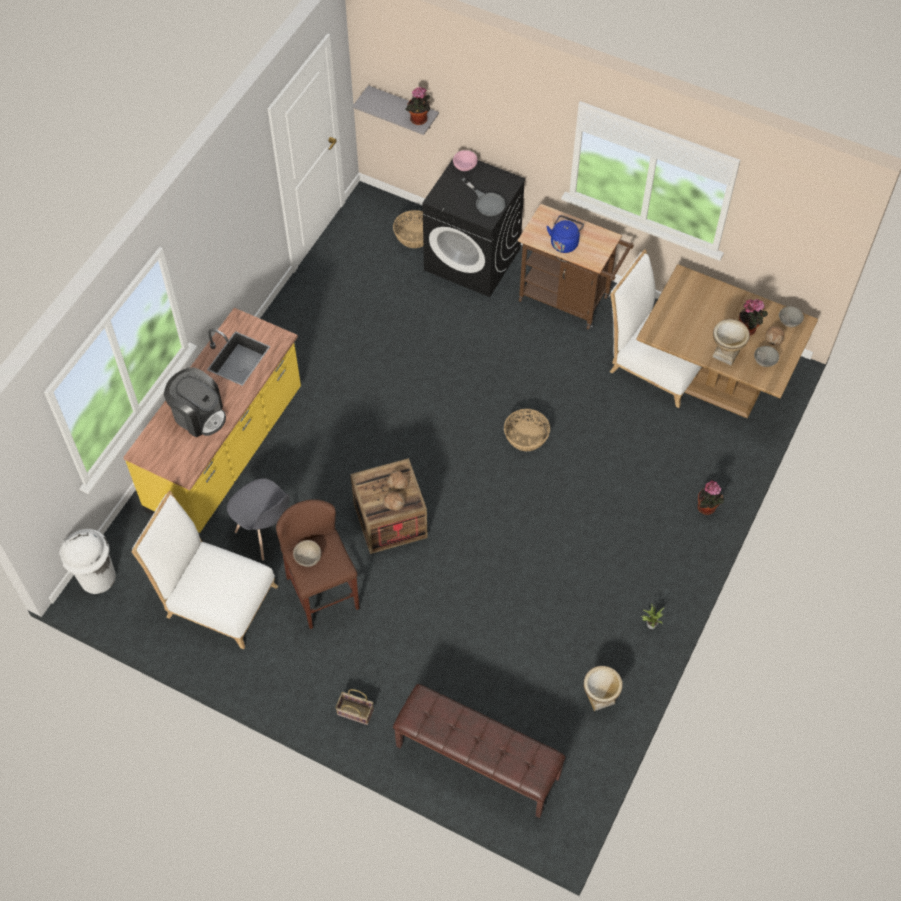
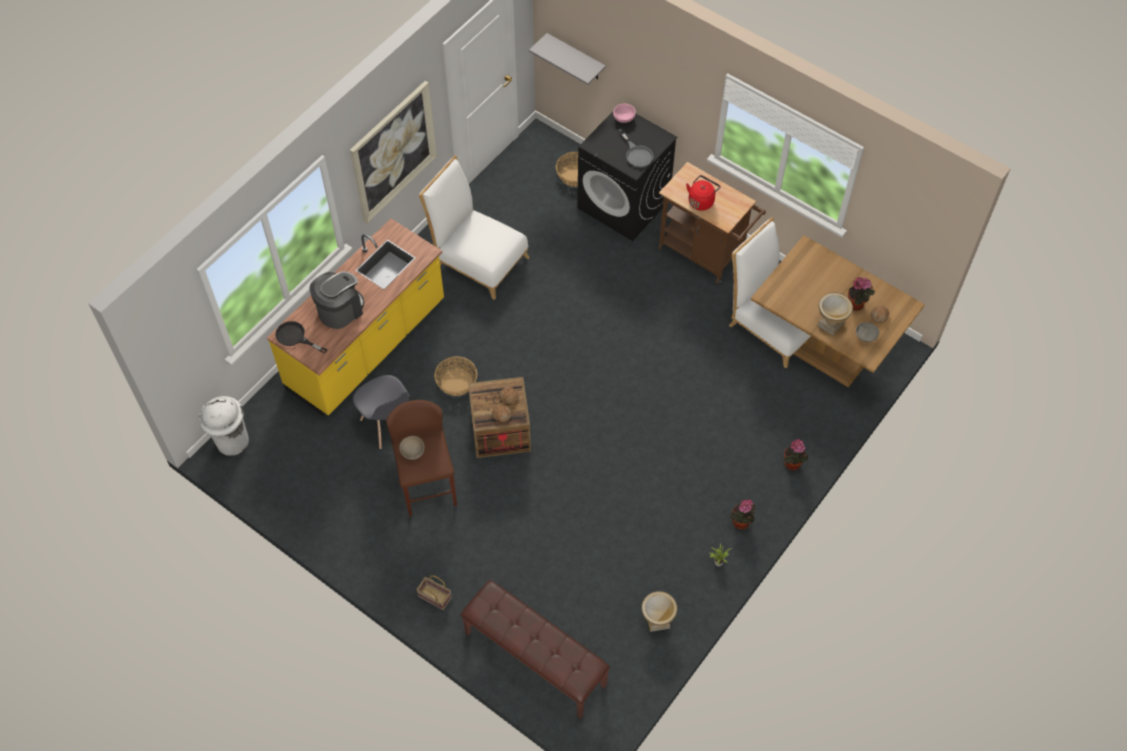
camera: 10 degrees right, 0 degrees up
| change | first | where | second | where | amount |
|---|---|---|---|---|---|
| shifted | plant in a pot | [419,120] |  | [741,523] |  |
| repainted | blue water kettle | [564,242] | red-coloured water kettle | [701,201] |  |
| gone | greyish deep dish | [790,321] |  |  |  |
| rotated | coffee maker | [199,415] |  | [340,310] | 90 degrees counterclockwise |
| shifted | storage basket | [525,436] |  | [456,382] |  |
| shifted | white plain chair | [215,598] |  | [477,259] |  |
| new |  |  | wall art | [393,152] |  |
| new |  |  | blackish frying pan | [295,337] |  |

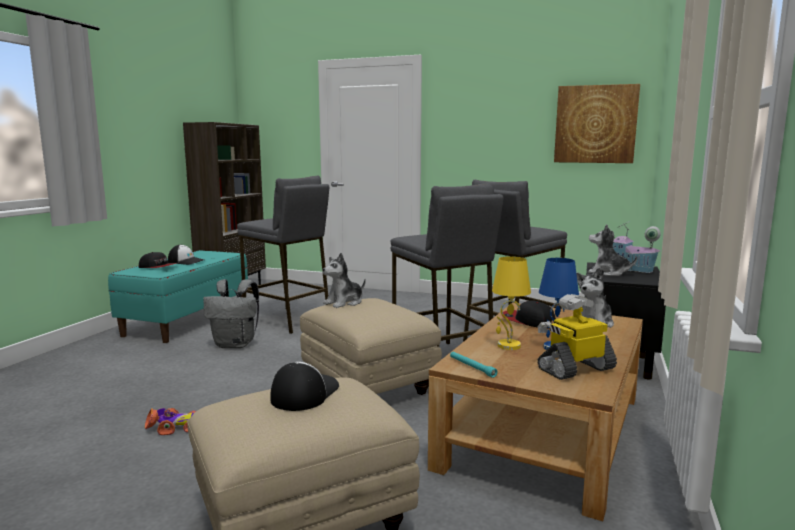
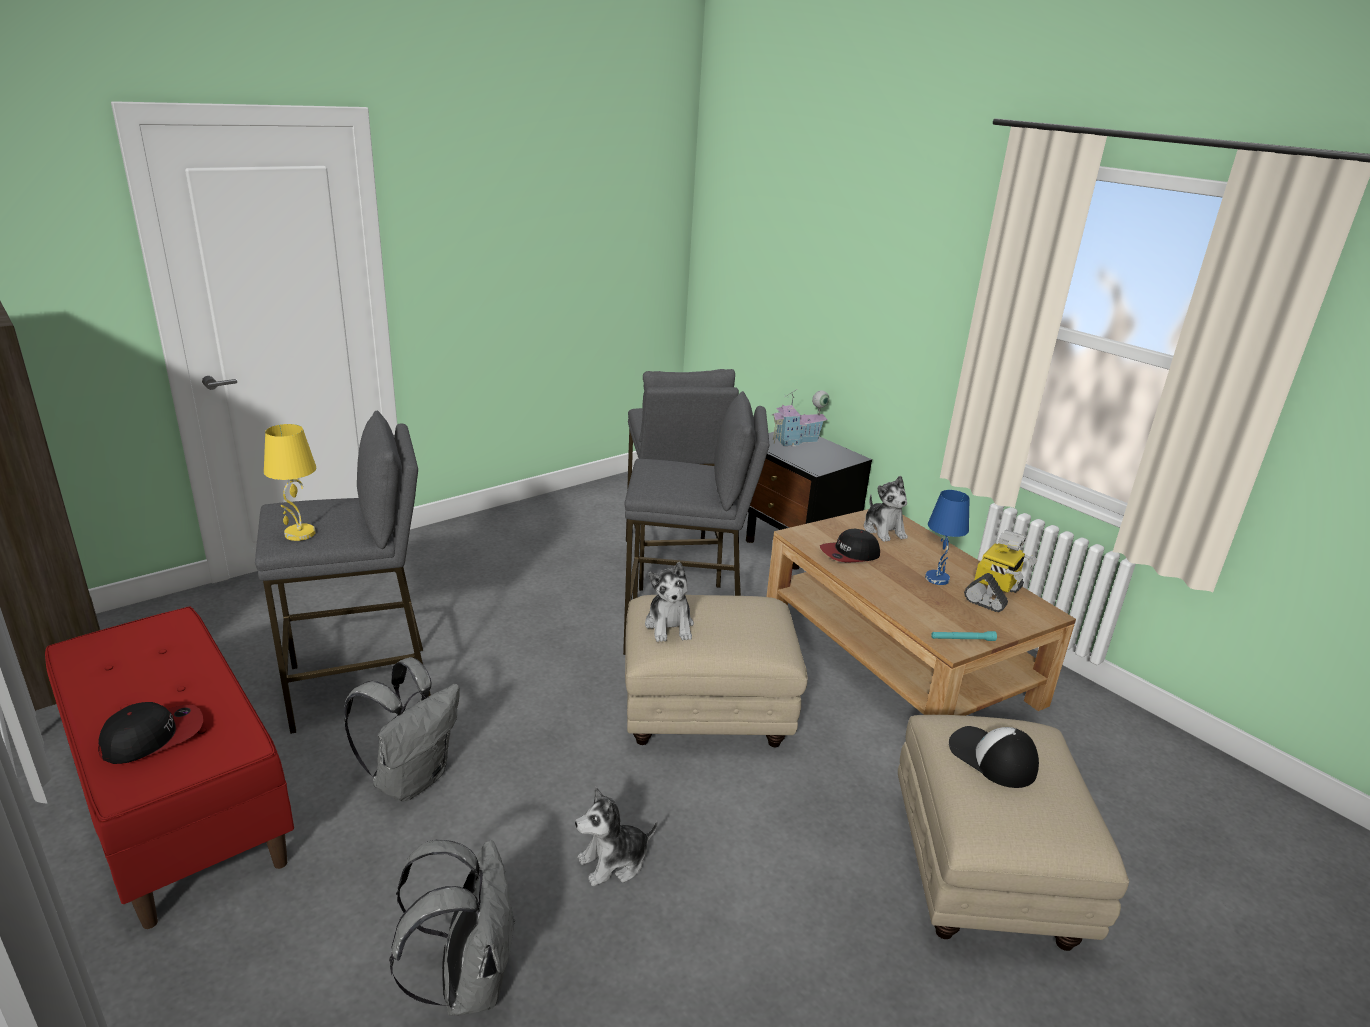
camera: 60 degrees left, 15 degrees up
| change | first | where | second | where | amount |
|---|---|---|---|---|---|
| gone | wall art | [595,124] |  |  |  |
| shifted | plush toy | [608,273] |  | [614,862] |  |
| gone | cap | [186,261] |  |  |  |
| repainted | blue-green long seat | [187,320] | red-coloured long seat | [179,804] |  |
| shifted | yellow tabletop lamp | [508,346] |  | [299,534] |  |
| rotated | toy robot | [575,369] |  | [994,595] | 150 degrees counterclockwise |
| gone | model car | [174,427] |  |  |  |
| new |  |  | greyish rucksack | [467,980] |  |

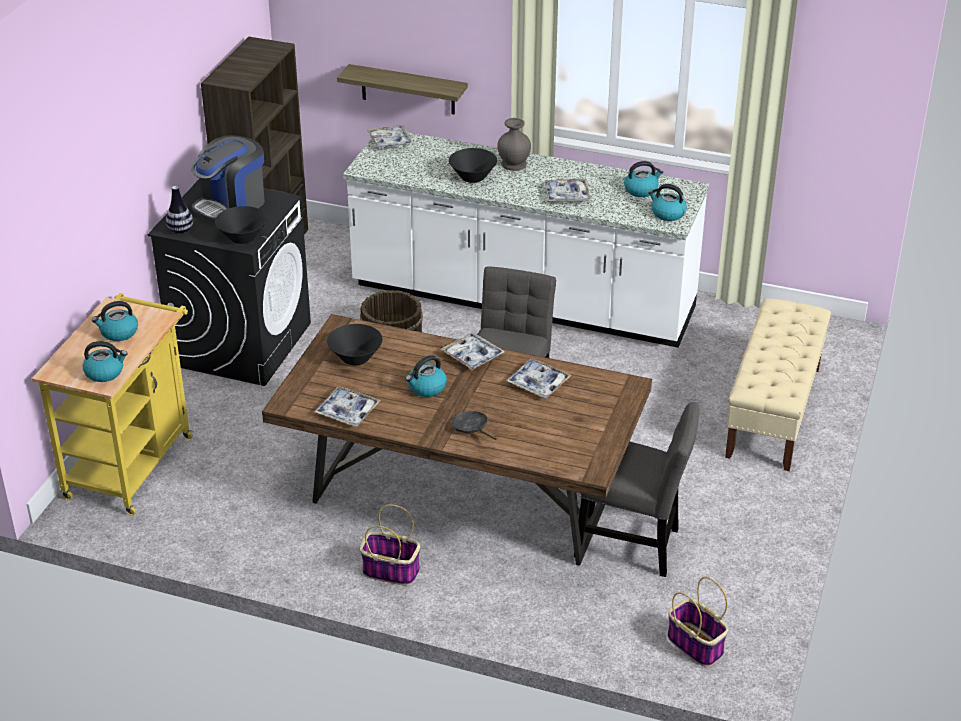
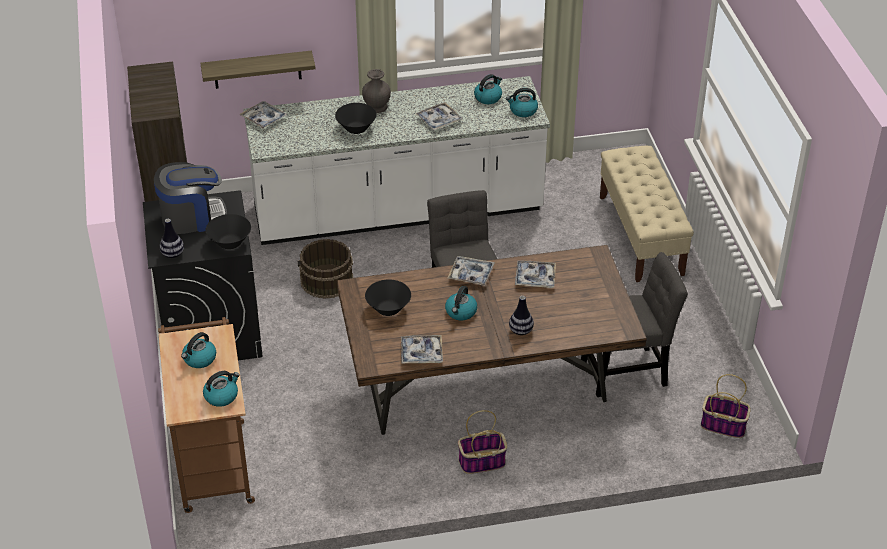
camera: 30 degrees left, 5 degrees up
| change | first | where | second | where | amount |
|---|---|---|---|---|---|
| rotated | coffee maker | [231,204] |  | [192,217] | 120 degrees counterclockwise |
| repainted | yellow wheeled cart | [133,461] | brown-coloured wheeled cart | [213,460] |  |
| swapped | blackish frying pan | [472,429] | decorative vase | [521,331] |  |

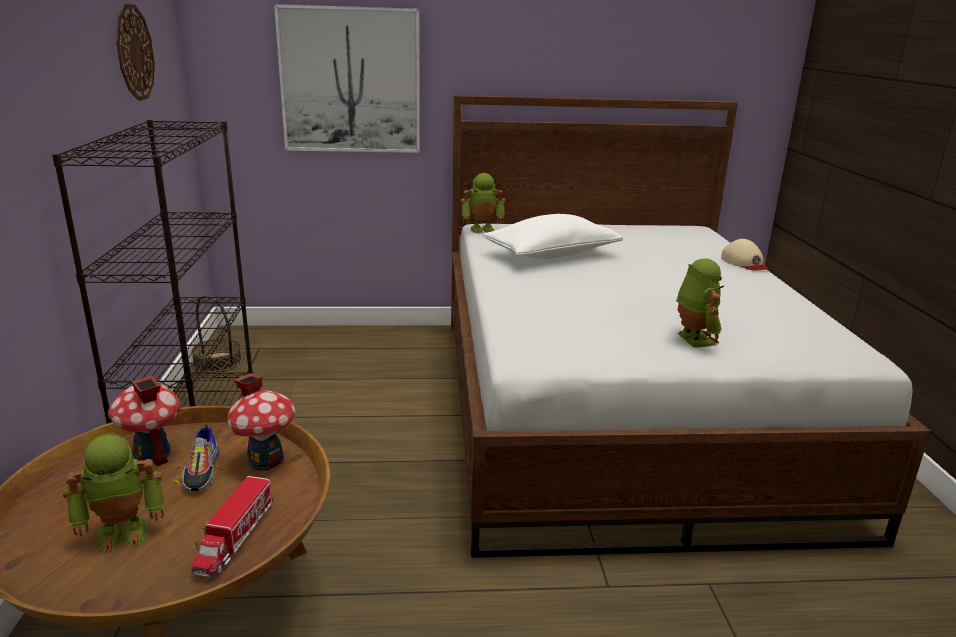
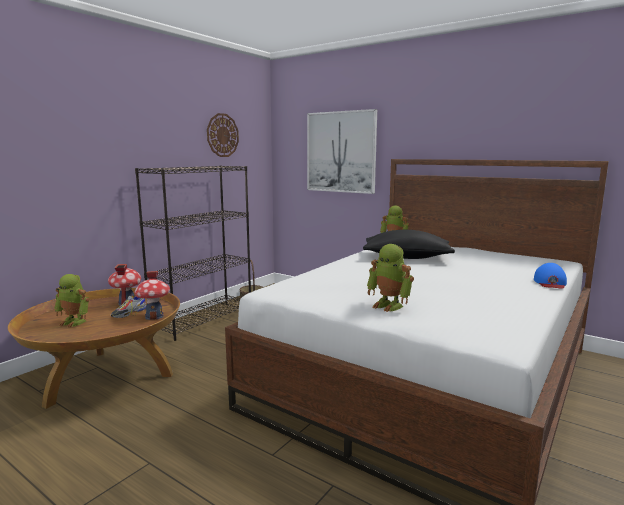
camera: 40 degrees right, 10 degrees down
| change | first | where | second | where | amount |
|---|---|---|---|---|---|
| repainted | white throw pillow | [551,255] | blackish throw pillow | [406,257] |  |
| repainted | beige-coloured cap | [744,262] | blue cap | [550,282] |  |
| rotated | toy robot | [692,339] |  | [389,305] | 105 degrees clockwise |
| gone | toy lorry | [234,537] |  |  |  |

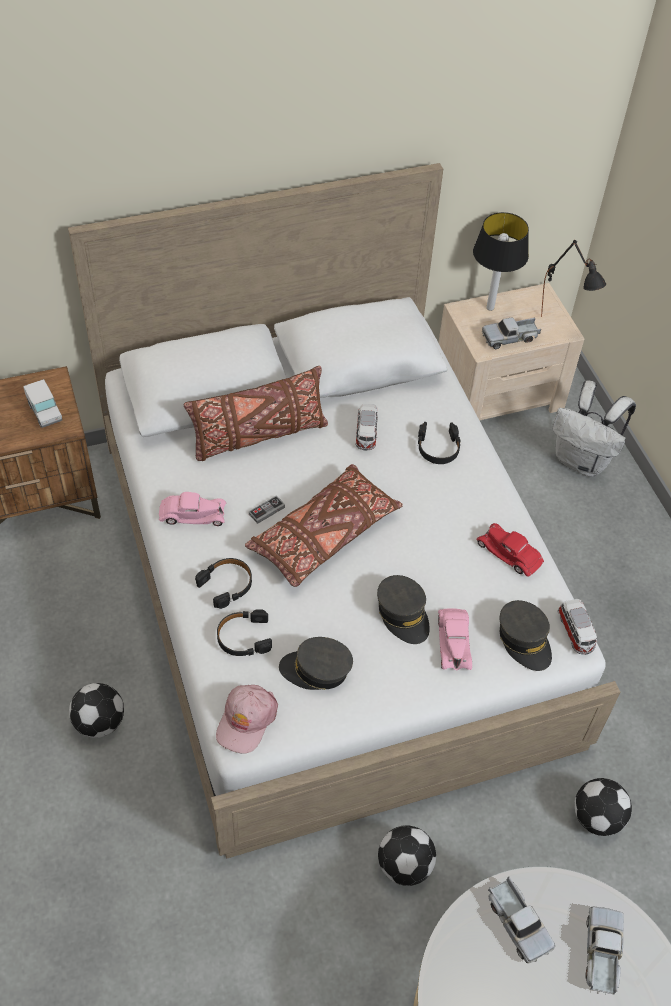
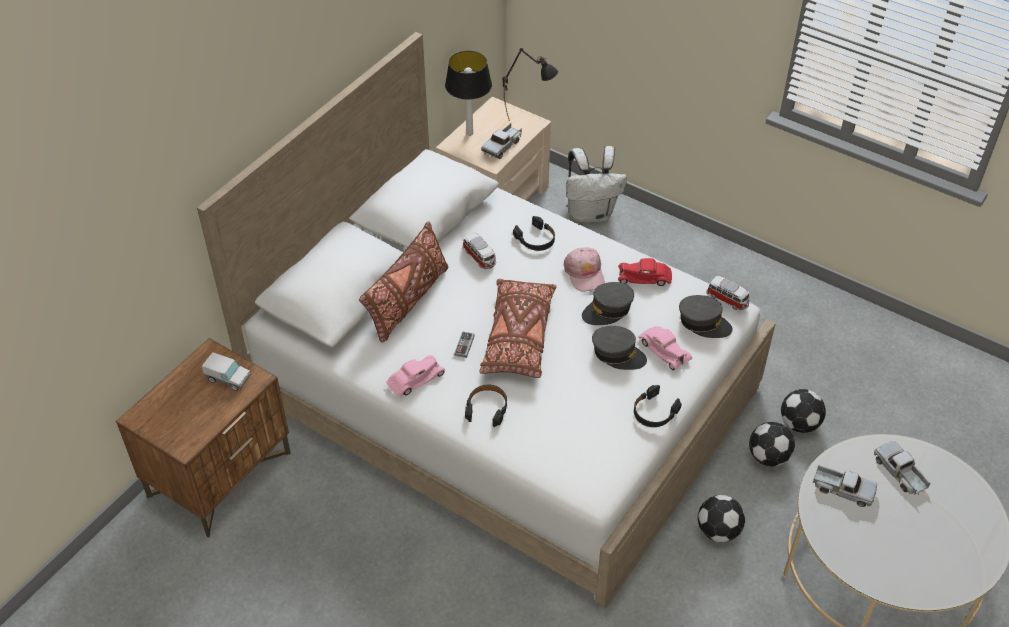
camera: 35 degrees left, 5 degrees down
| change | first | where | second | where | amount |
|---|---|---|---|---|---|
| shifted | blackish pair of headphones | [243,637] |  | [654,412] |  |
| shifted | greyish cap | [316,670] |  | [607,310] |  |
| shifted | ball for football | [100,721] |  | [768,456] |  |
| shifted | pink cap | [246,720] |  | [584,273] |  |

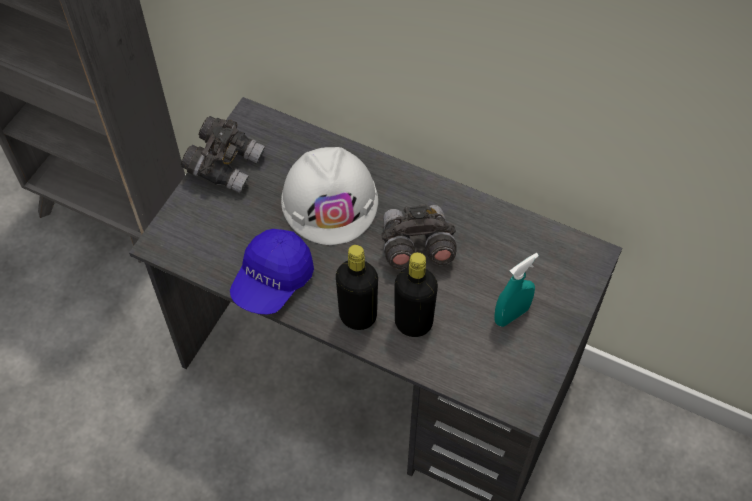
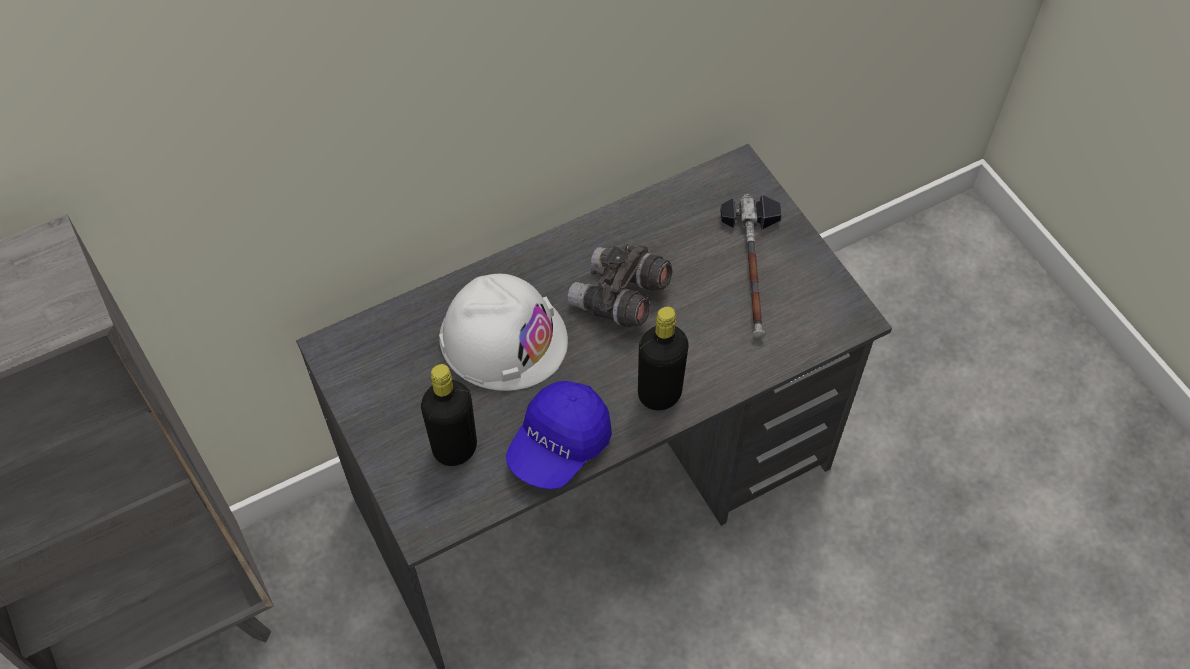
camera: 55 degrees left, 0 degrees up
| change | first | where | second | where | amount |
|---|---|---|---|---|---|
| gone | greyish pair of binoculars | [225,165] |  |  |  |
| rotated | blue cap | [272,281] |  | [559,445] | 60 degrees clockwise |
| shifted | blackish beverage bottle | [413,323] |  | [455,448] |  |
| swapped | blue-green hand sprayer | [511,315] | tool hammer | [754,269] |  |

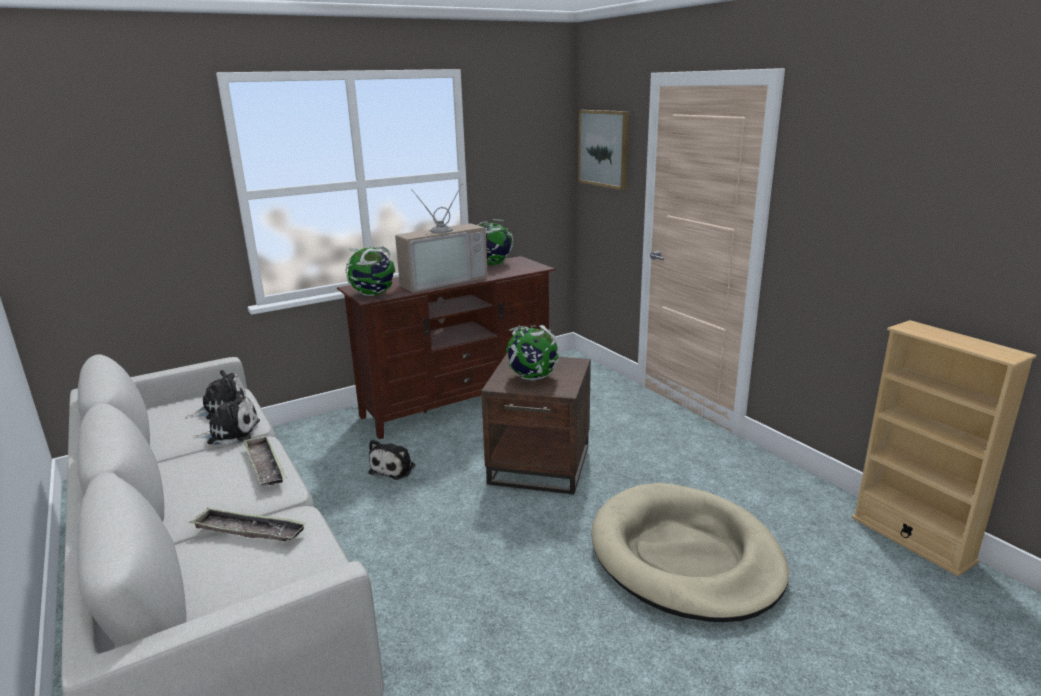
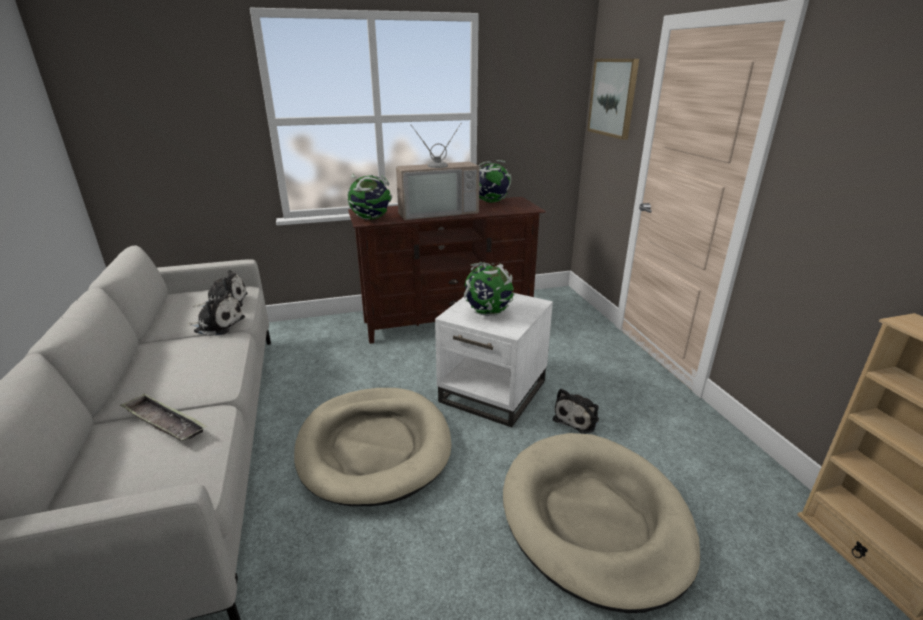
camera: 15 degrees right, 5 degrees up
| change | first | where | second | where | amount |
|---|---|---|---|---|---|
| repainted | brown-coloured end table | [541,464] | white end table | [494,391] |  |
| gone | serving tray | [265,465] |  |  |  |
| shifted | plush toy | [394,468] |  | [577,418] |  |
| new |  |  | beige-coloured pet bed | [374,447] |  |

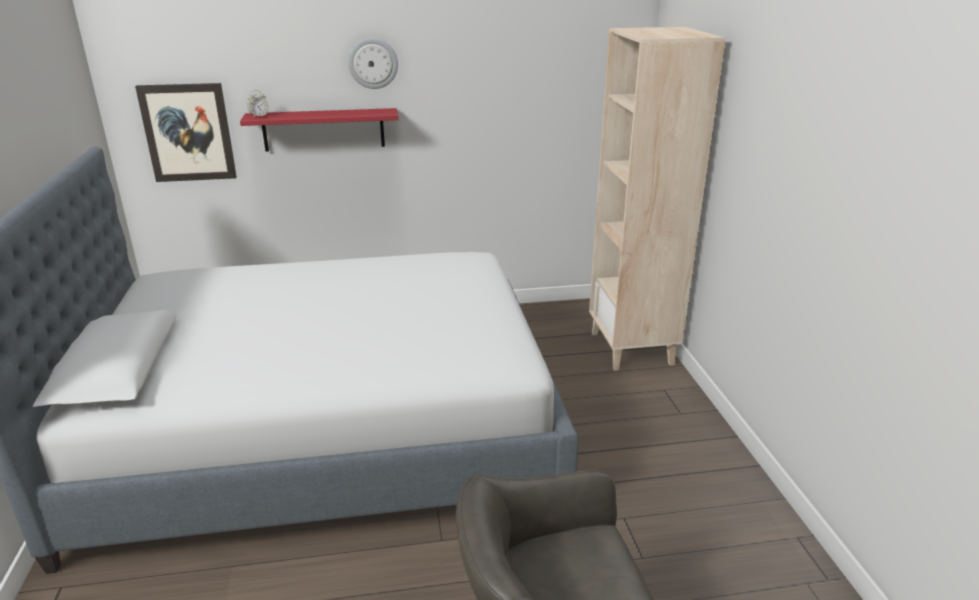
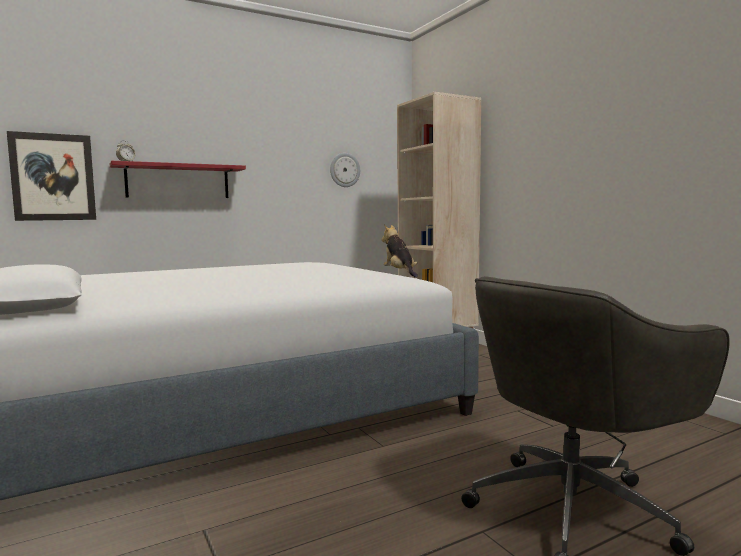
camera: 20 degrees left, 20 degrees down
| change | first | where | second | where | amount |
|---|---|---|---|---|---|
| shifted | clock on the wall | [373,63] |  | [344,170] |  |
| new |  |  | plush toy | [400,274] |  |

